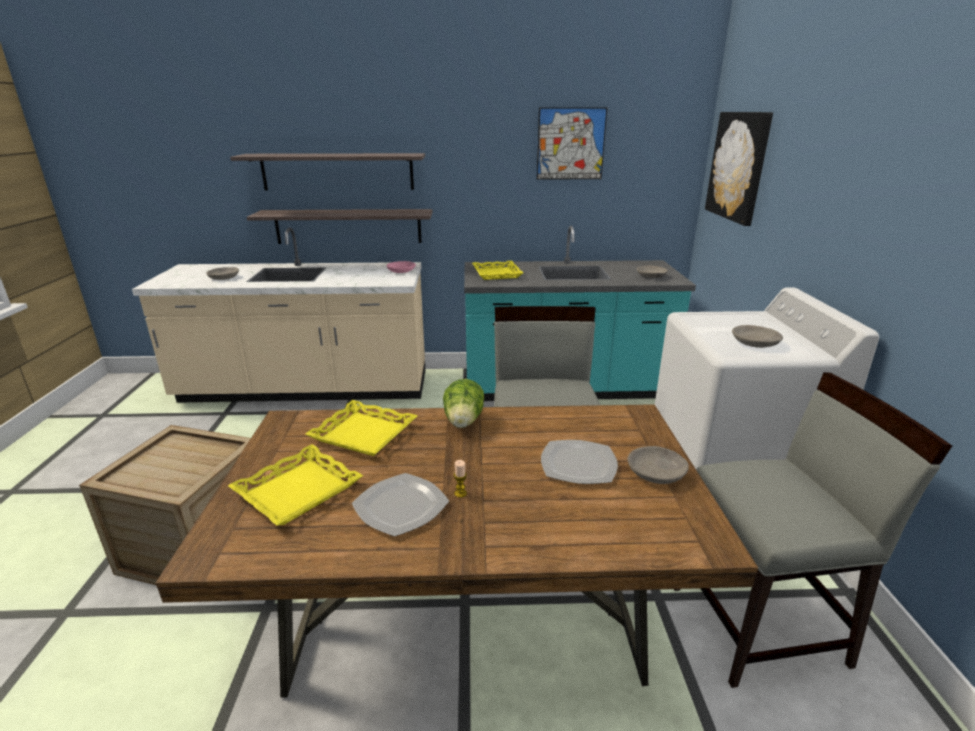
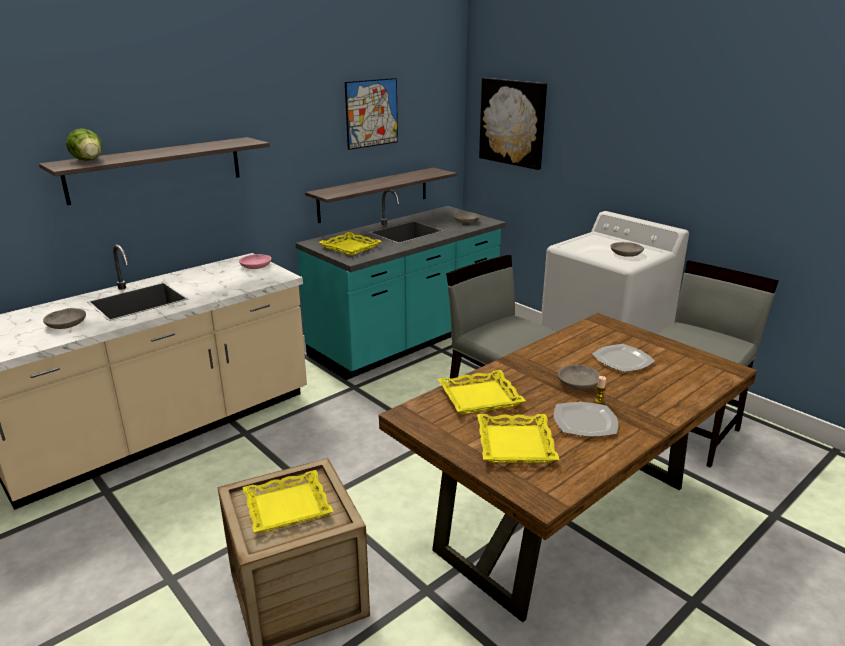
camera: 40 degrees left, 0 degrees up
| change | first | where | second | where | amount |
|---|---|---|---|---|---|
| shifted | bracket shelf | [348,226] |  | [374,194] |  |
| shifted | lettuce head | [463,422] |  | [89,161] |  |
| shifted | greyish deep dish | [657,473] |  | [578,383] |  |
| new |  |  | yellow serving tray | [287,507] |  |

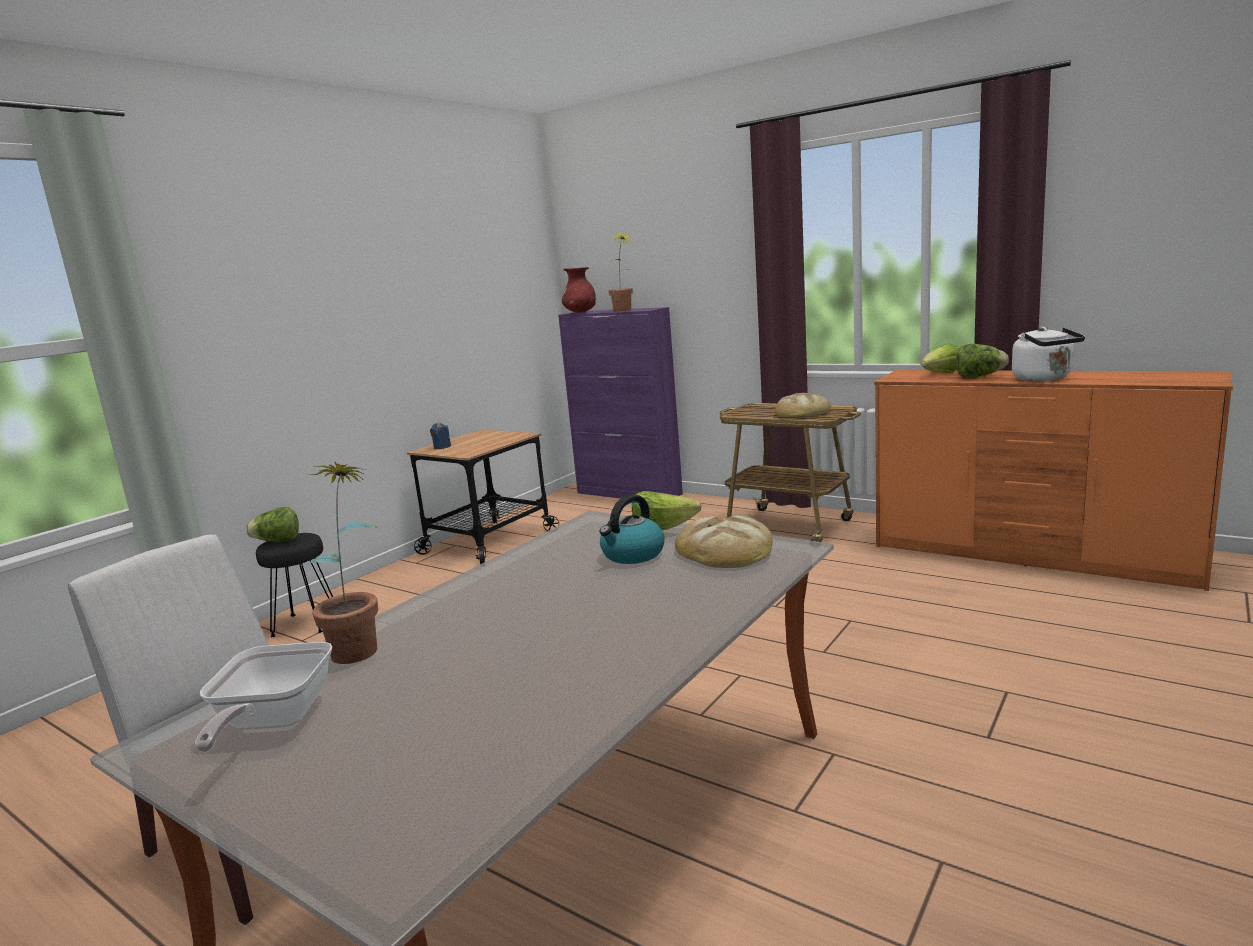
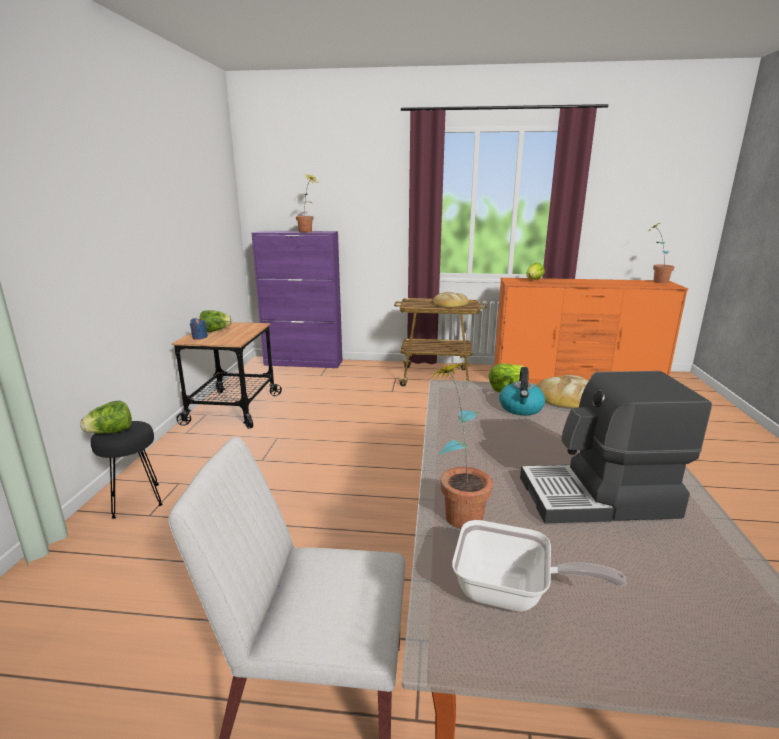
camera: 30 degrees left, 5 degrees up
| change | first | where | second | where | amount |
|---|---|---|---|---|---|
| gone | red-coloured decorative vase | [580,312] |  |  |  |
| gone | white water kettle | [1044,379] |  |  |  |
| shifted | lettuce head | [979,377] |  | [215,331] |  |
| rotated | frying pan | [272,723] |  | [511,593] | 45 degrees counterclockwise |
| new |  |  | plant in a pot | [655,281] |  |
| new |  |  | coffee maker | [599,498] |  |

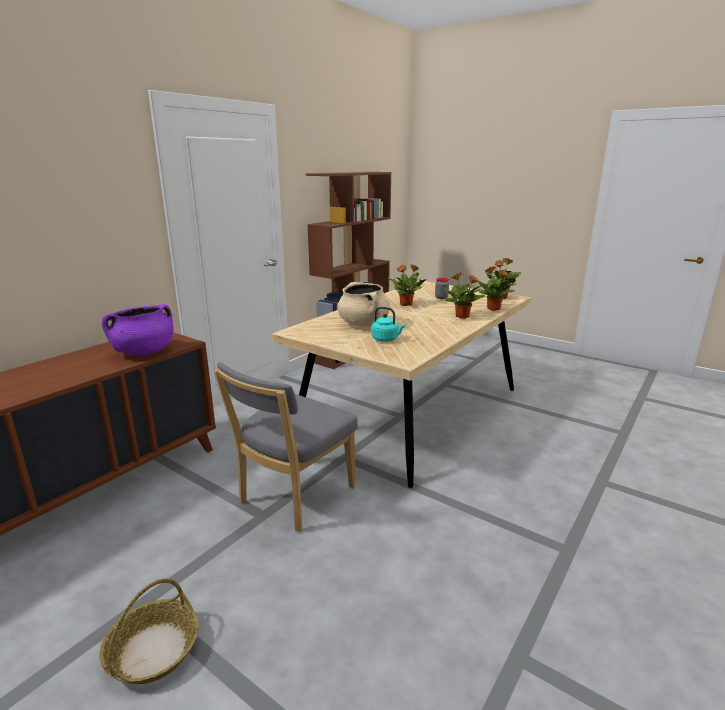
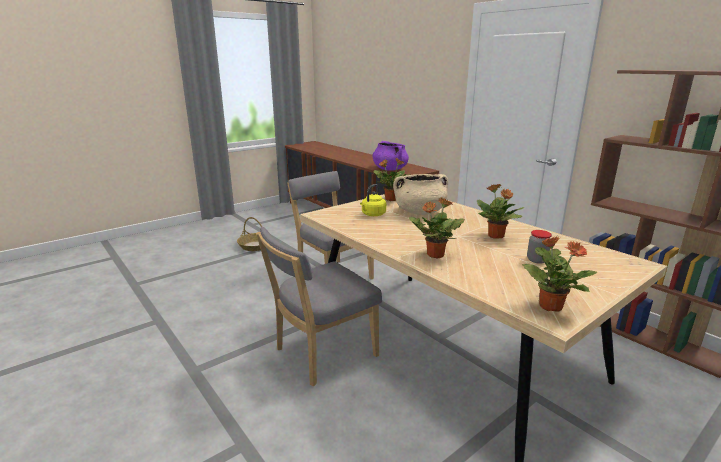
camera: 105 degrees right, 0 degrees up
| change | first | where | second | where | amount |
|---|---|---|---|---|---|
| shifted | plant in a pot | [494,309] |  | [390,199] |  |
| repainted | blue-green water kettle | [386,339] | yellow water kettle | [372,214] |  |
| new |  |  | greyish plain chair | [322,354] |  |

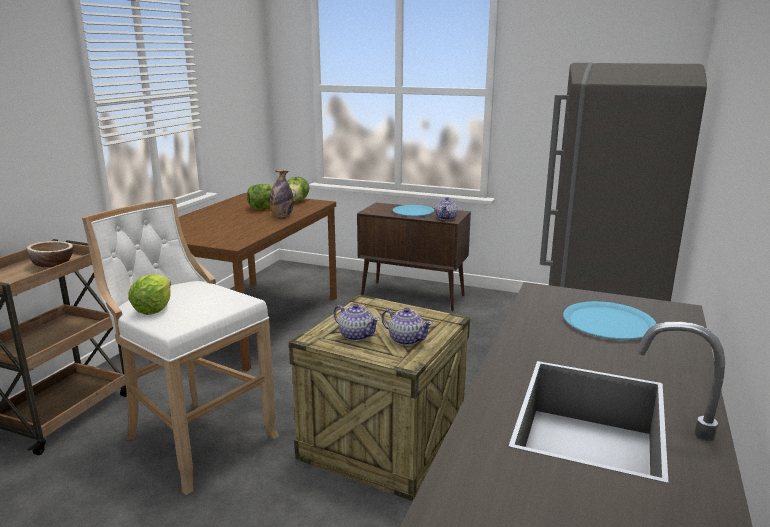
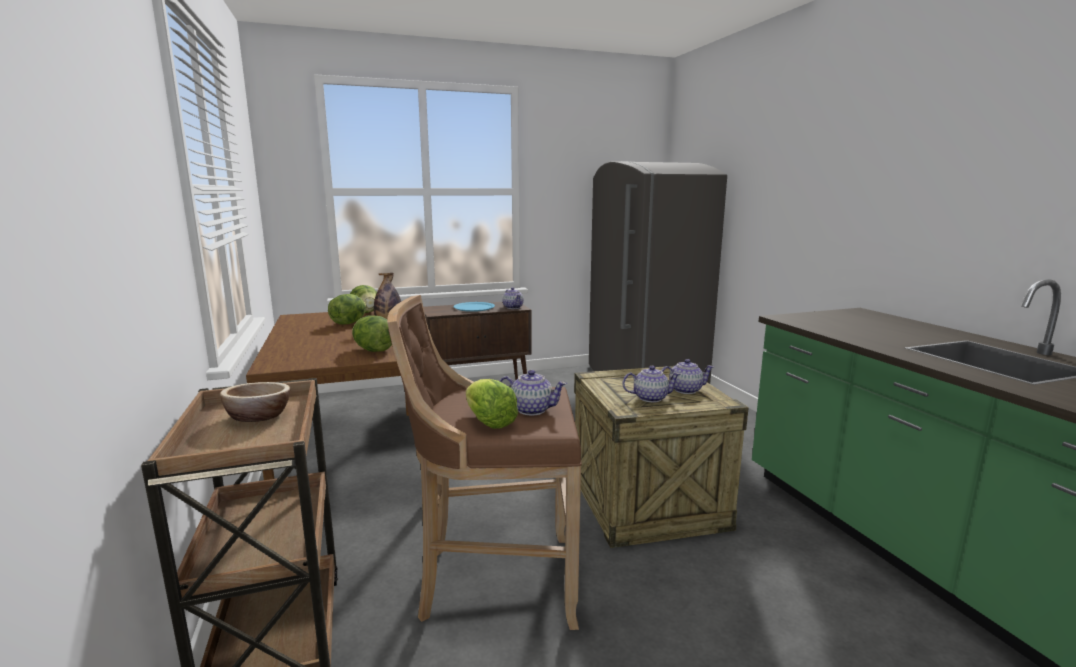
camera: 40 degrees left, 5 degrees down
| change | first | where | second | where | amount |
|---|---|---|---|---|---|
| repainted | white sitting stool | [194,438] | brown-coloured sitting stool | [493,581] |  |
| gone | blue dinner plate | [608,322] |  |  |  |
| new |  |  | lettuce head | [373,350] |  |
| new |  |  | pot for tea | [531,409] |  |

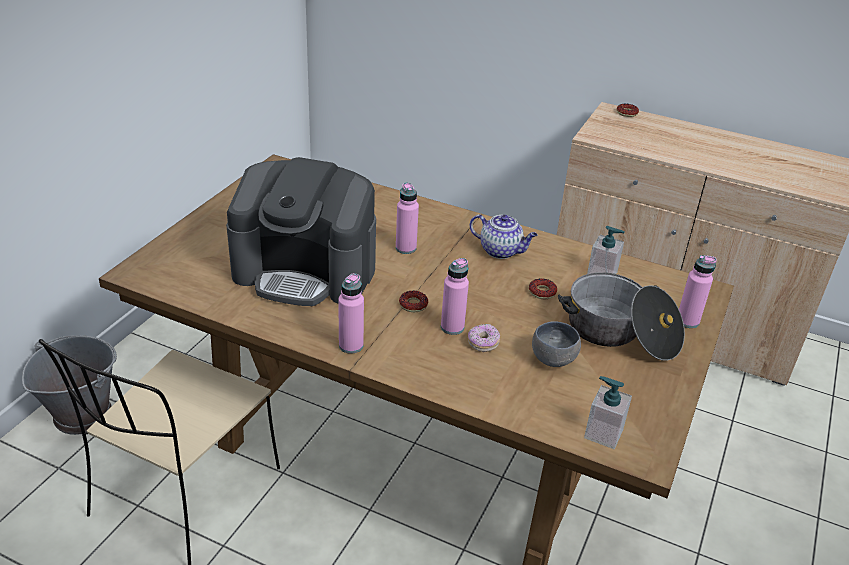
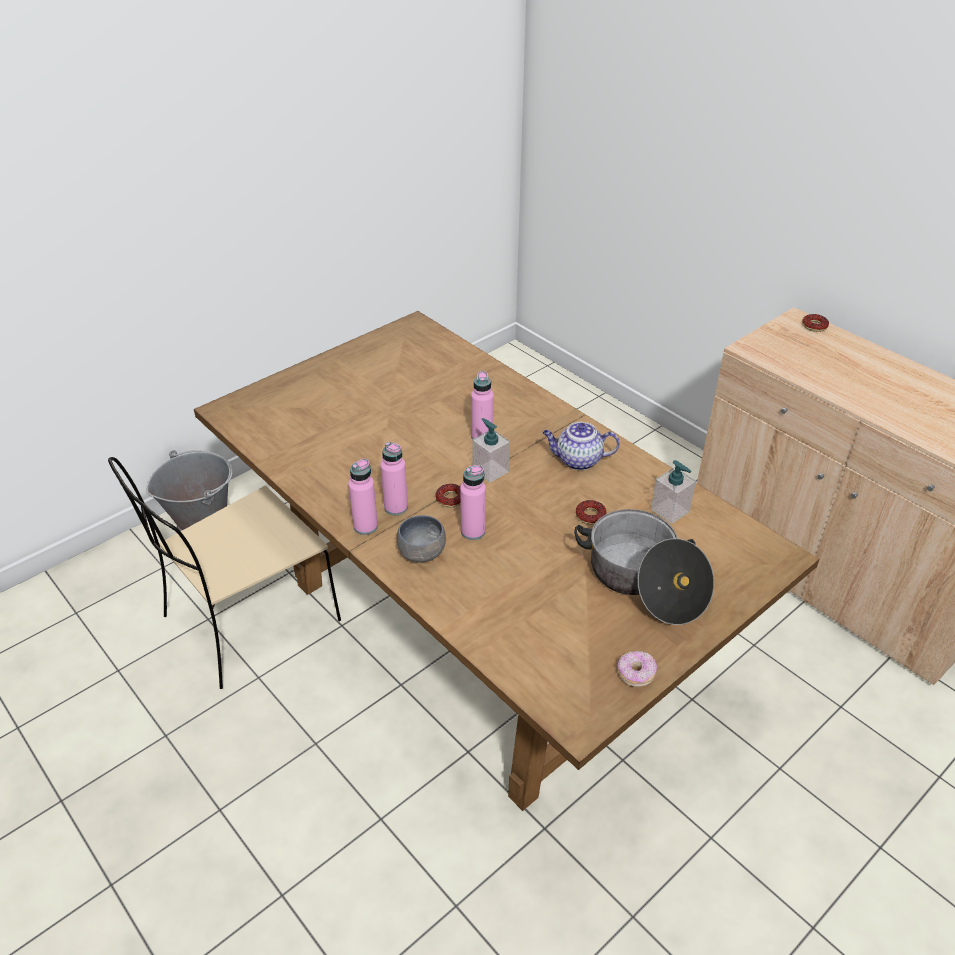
camera: 25 degrees right, 5 degrees up
| change | first | where | second | where | amount |
|---|---|---|---|---|---|
| gone | coffee maker | [306,271] |  |  |  |
| rotated | pot for tea | [501,251] |  | [577,460] | 135 degrees clockwise |
| shifted | pink beverage bottle | [687,321] |  | [396,507] |  |
| shifted | greyish deep dish | [552,358] |  | [422,552] |  |
| shifted | donut | [483,343] |  | [635,674] |  |
| shifted | liquid soap bottle | [603,433] |  | [490,470] |  |

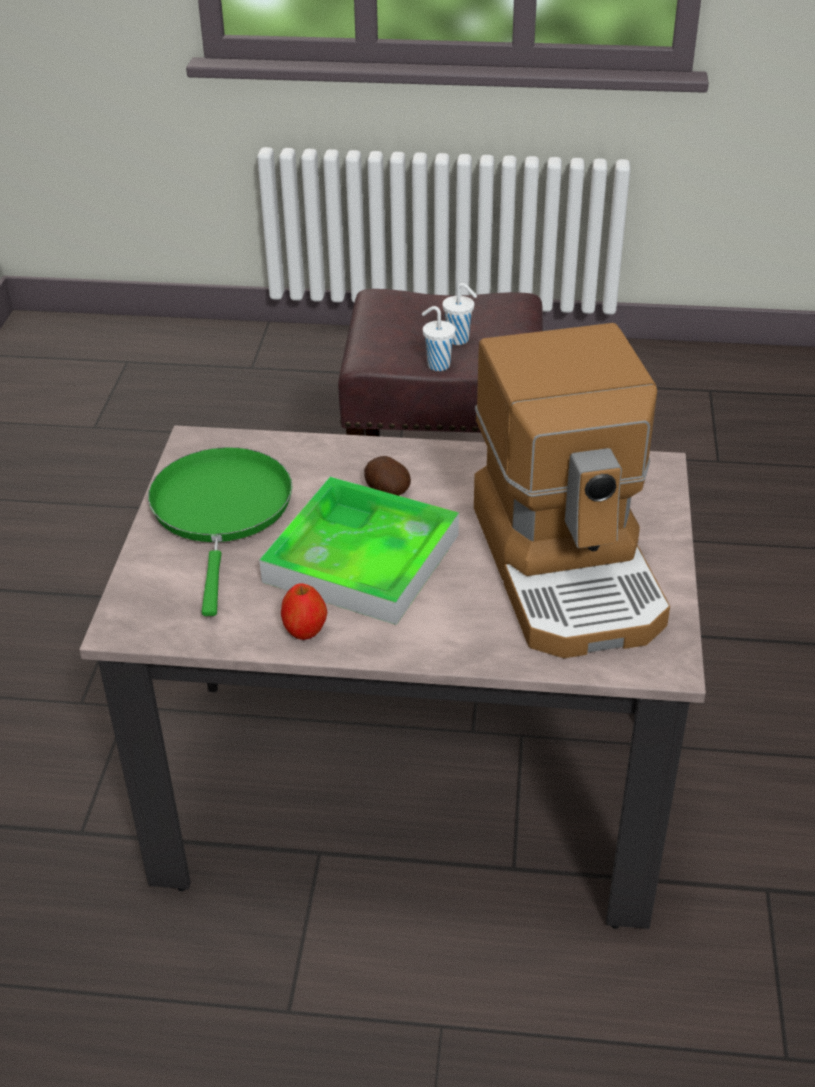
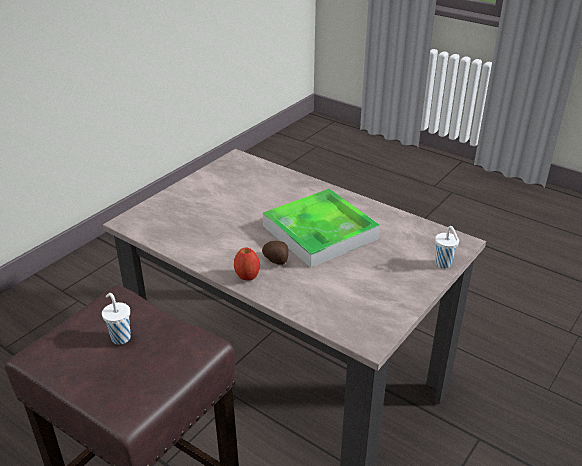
camera: 150 degrees left, 5 degrees down
| change | first | where | second | where | amount |
|---|---|---|---|---|---|
| shifted | white drinking cup | [437,365] |  | [443,264] |  |
| gone | coffee maker | [570,567] |  |  |  |
| gone | green-coloured frying pan | [221,511] |  |  |  |
| shifted | apple fruit | [305,631] |  | [247,276] |  |

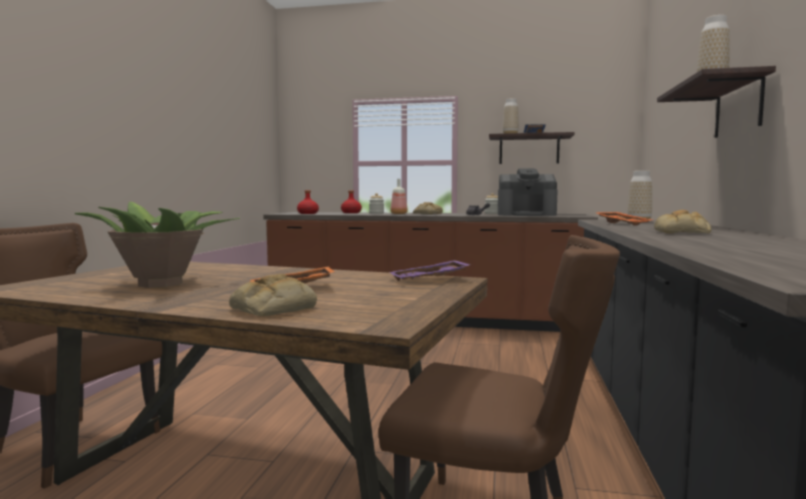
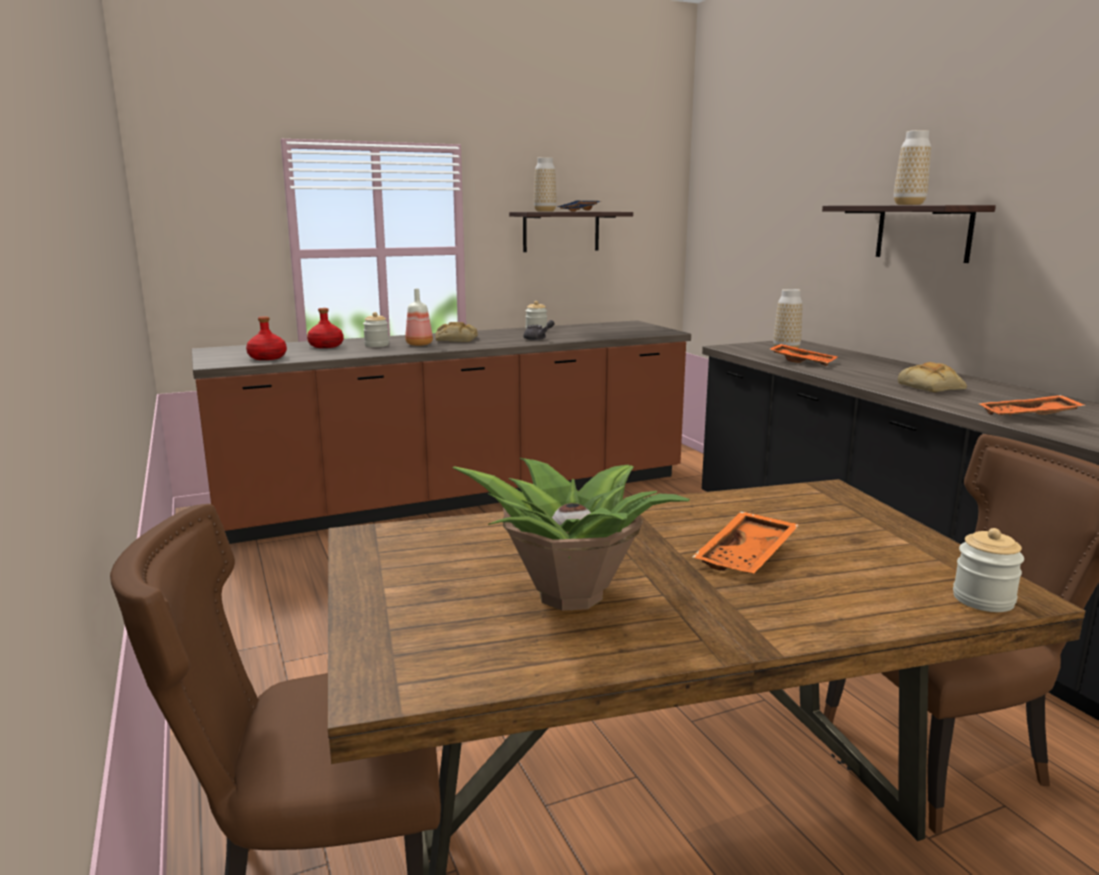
camera: 35 degrees left, 10 degrees up
| change | first | where | second | where | amount |
|---|---|---|---|---|---|
| gone | coffee maker | [526,215] |  |  |  |
| gone | purple-coloured serving tray | [430,280] |  |  |  |
| gone | bakery bread | [273,308] |  |  |  |
| new |  |  | orangey serving tray | [1029,417] |  |
| new |  |  | preserve jar | [983,600] |  |

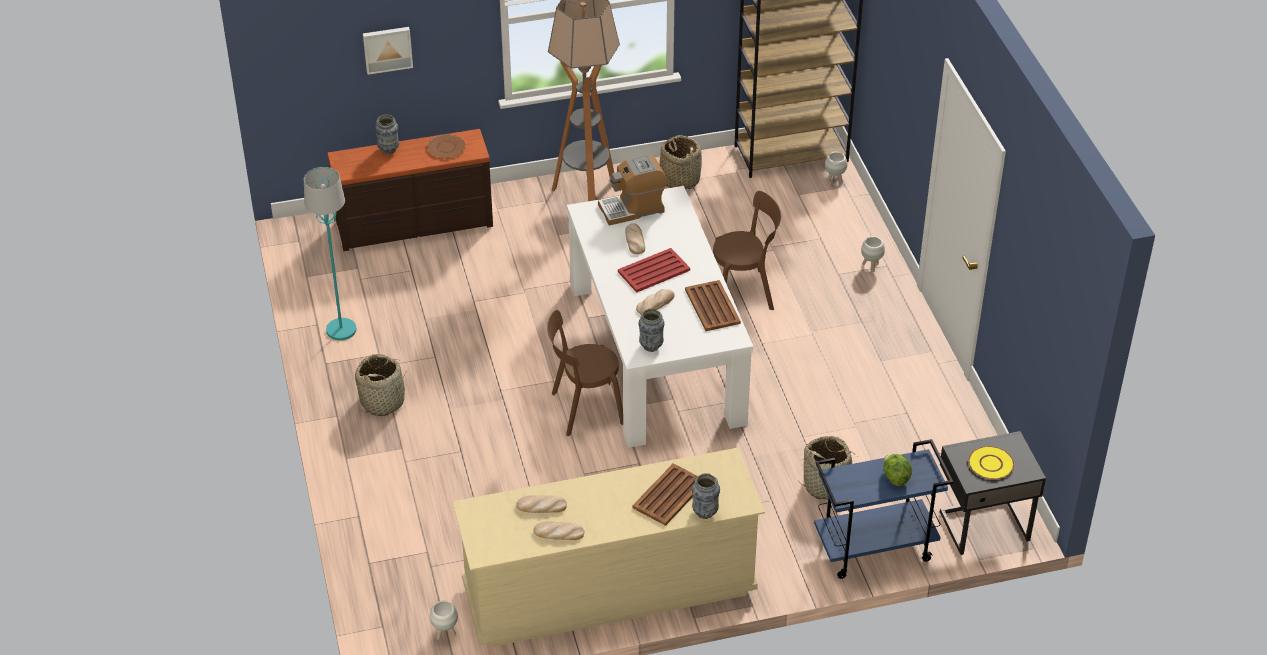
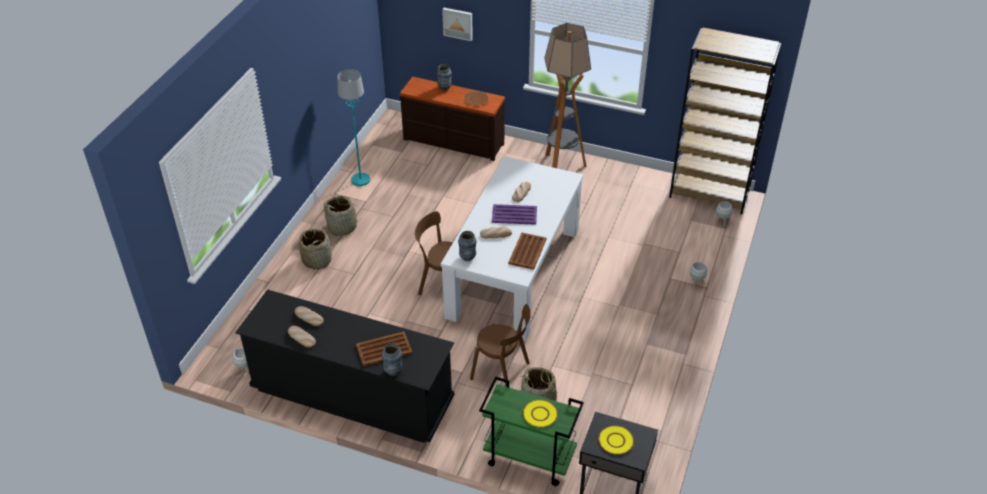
camera: 35 degrees right, 0 degrees up
| change | first | where | second | where | amount |
|---|---|---|---|---|---|
| shifted | storage basket | [679,179] |  | [317,260] |  |
| gone | coffee maker | [632,208] |  |  |  |
| shifted | brown-coloured plain chair | [744,292] |  | [502,372] |  |
| repainted | red-coloured serving tray | [653,271] | purple-coloured serving tray | [514,215] |  |
| repainted | blue wheeled cart | [874,549] | green-coloured wheeled cart | [528,459] |  |
| repainted | beige-coloured chest of drawers | [609,589] | blackish chest of drawers | [352,394] |  |
| swapped | lettuce head | [895,477] | yellow dinner plate | [540,414] |  |

